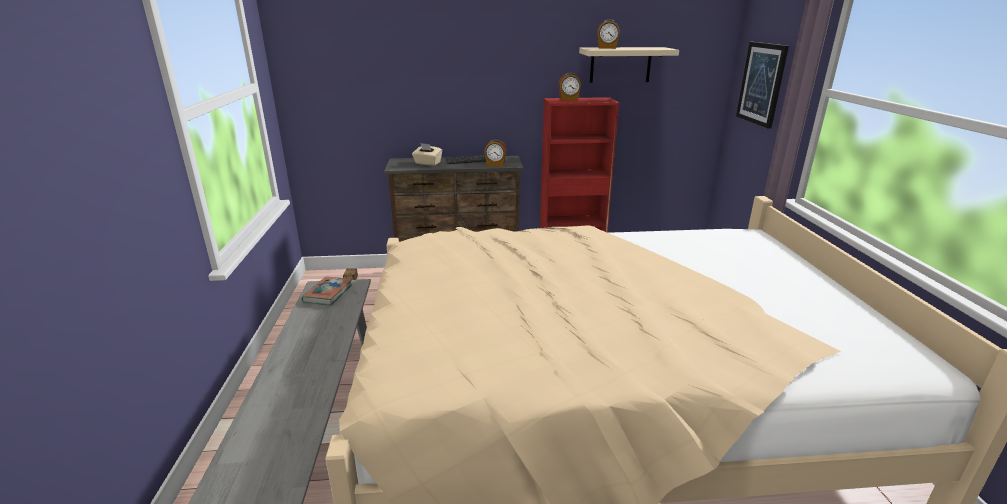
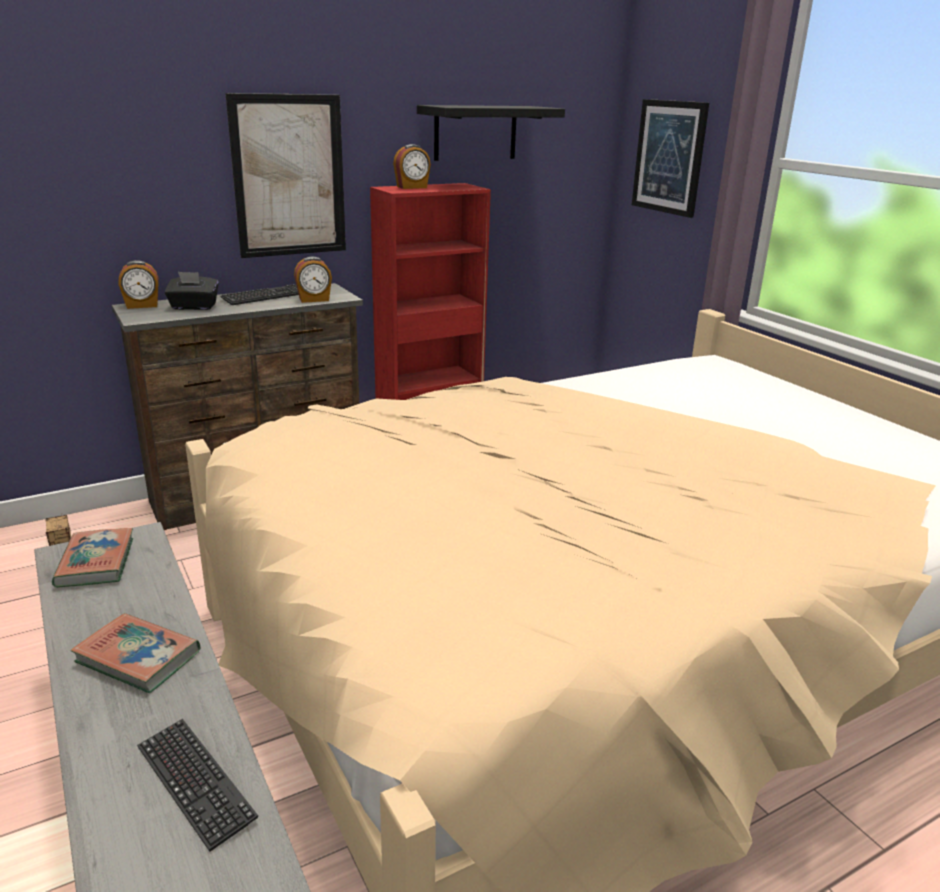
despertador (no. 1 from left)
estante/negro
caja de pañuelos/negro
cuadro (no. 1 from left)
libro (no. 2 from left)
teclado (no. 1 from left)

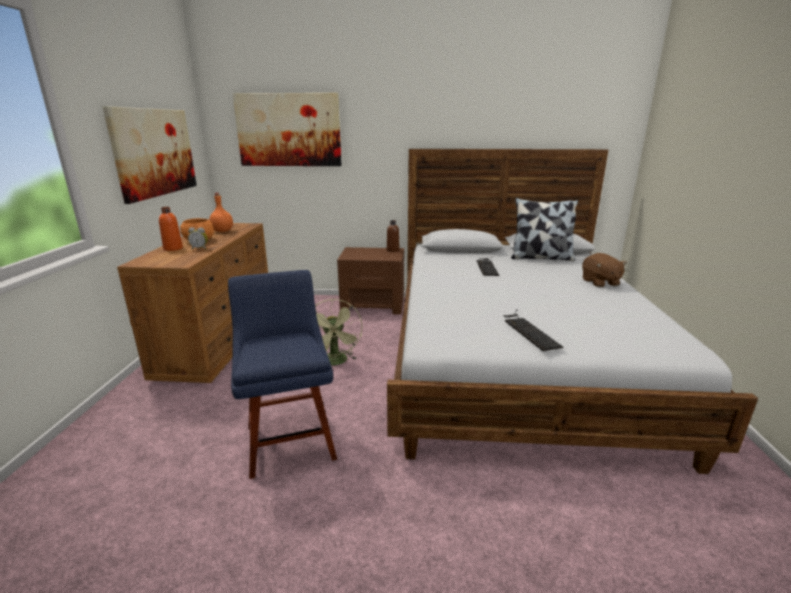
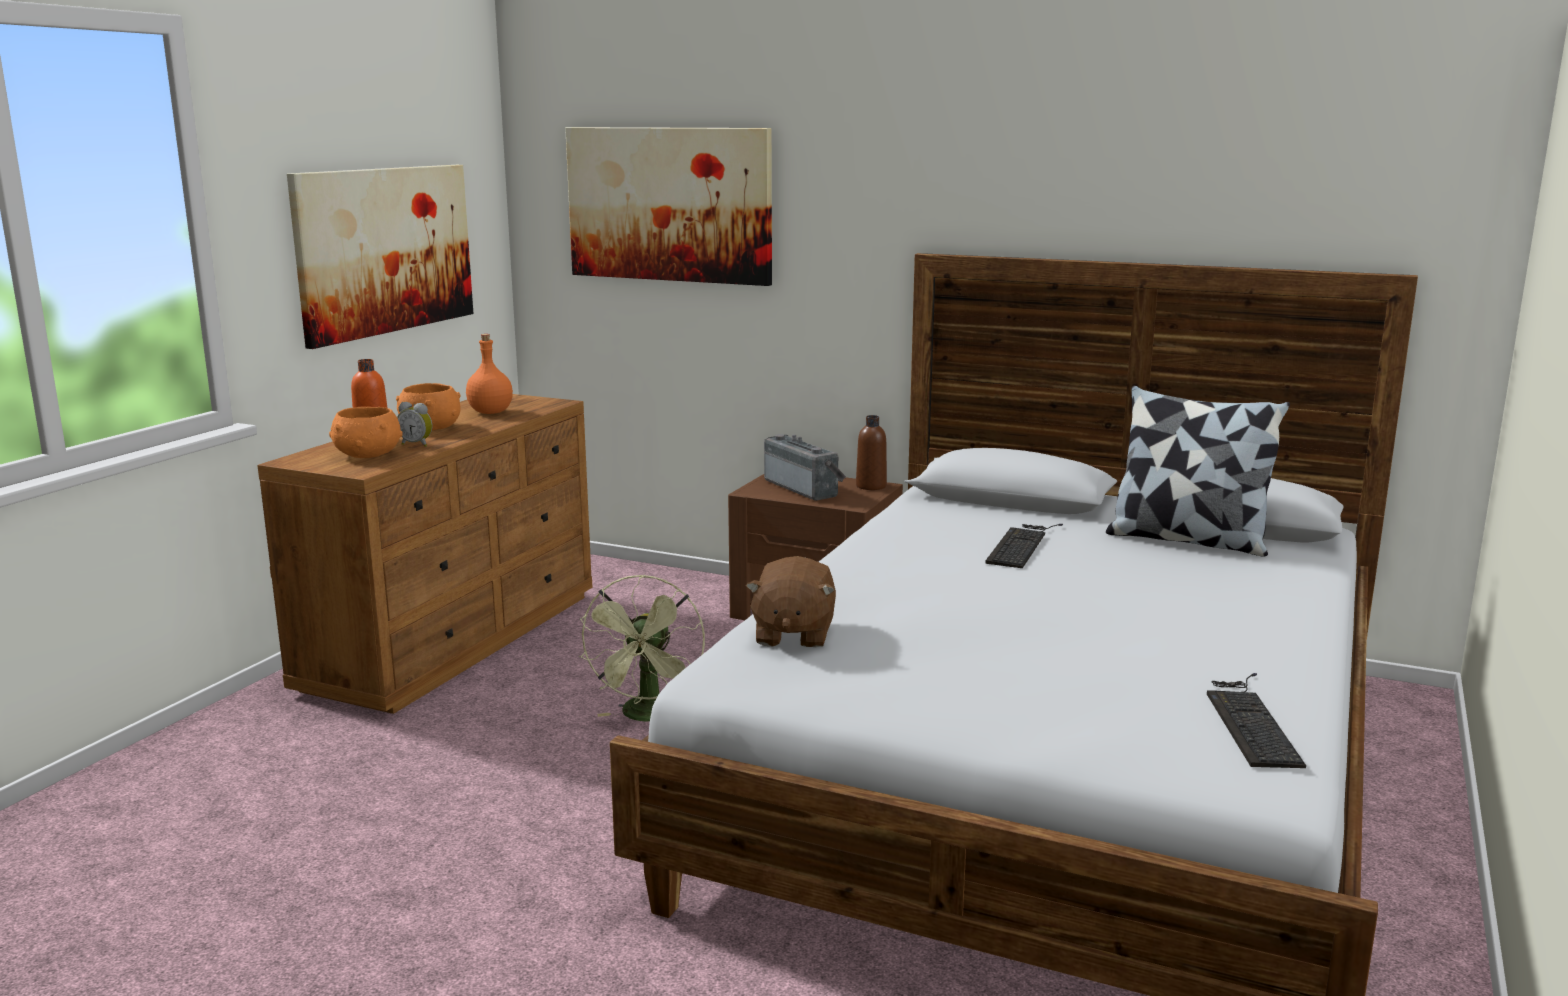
peluche/marrón
silla/azul
teclado (no. 2 from left)
cuenco/naranja (no. 1 from left)
radio

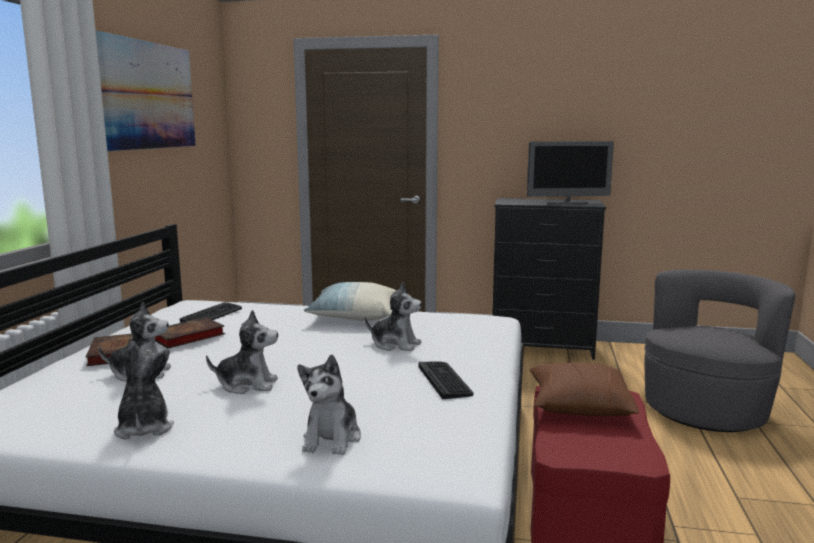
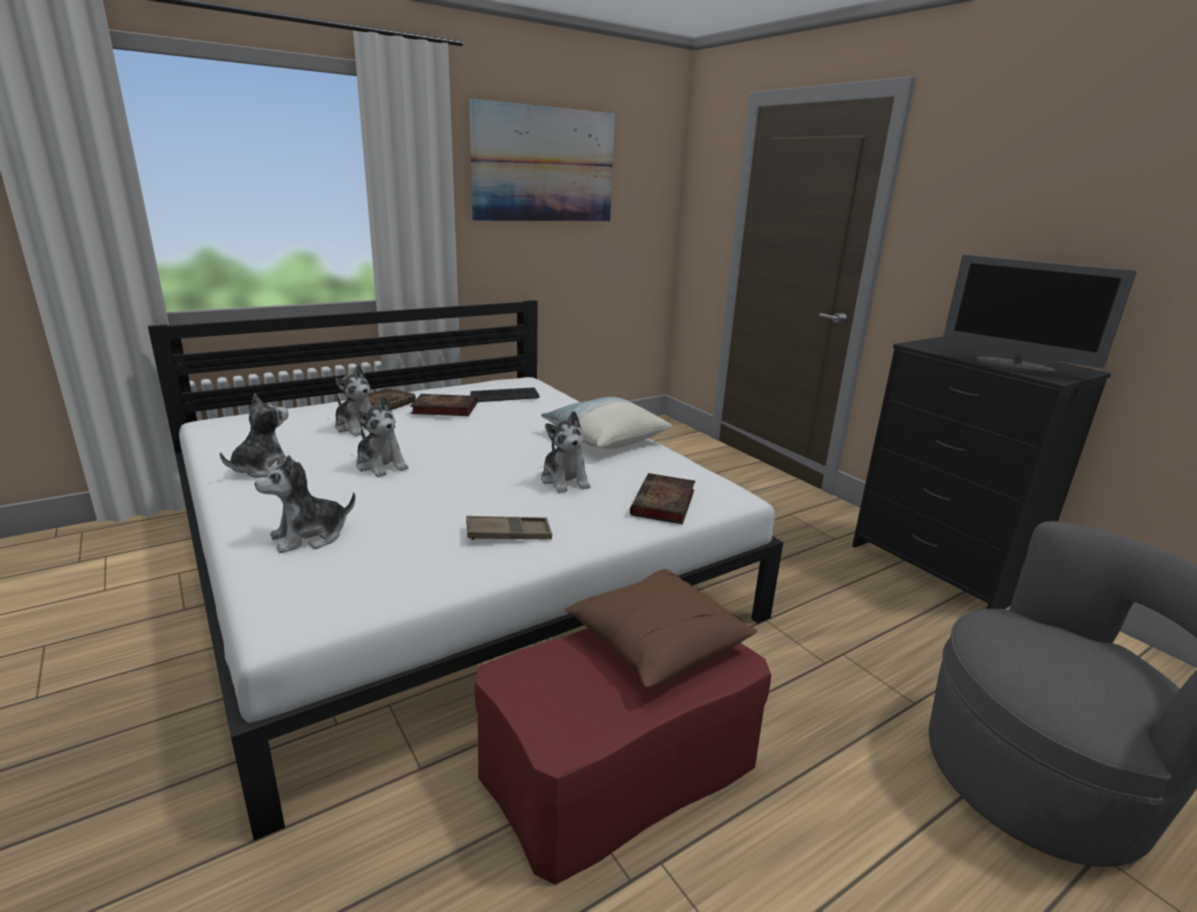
bandeja/marrón
libro (no. 3 from left)

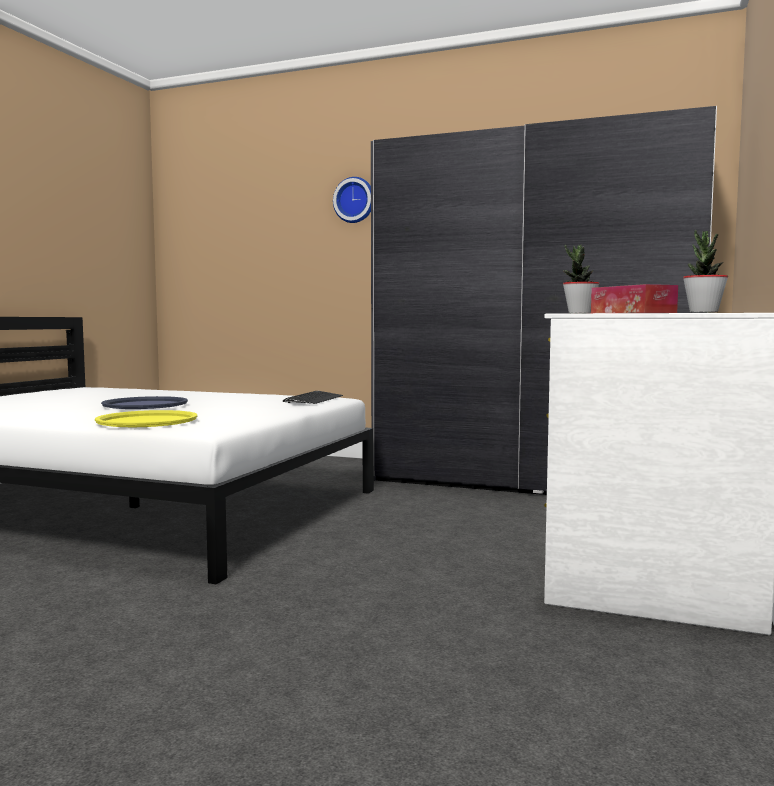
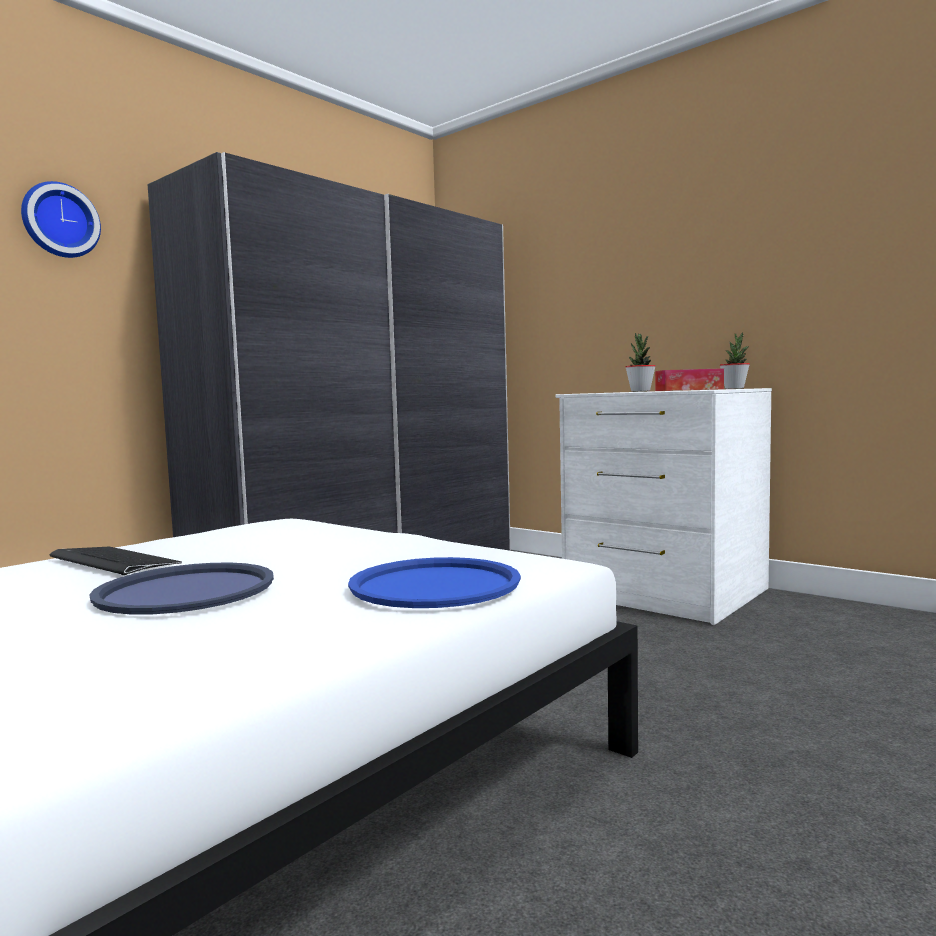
teclado
bandeja/azul (no. 2 from left)

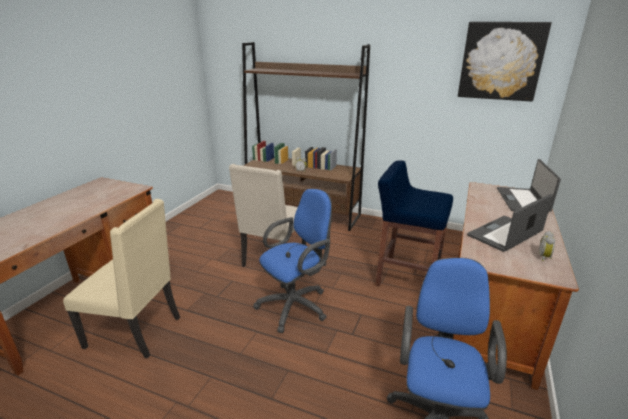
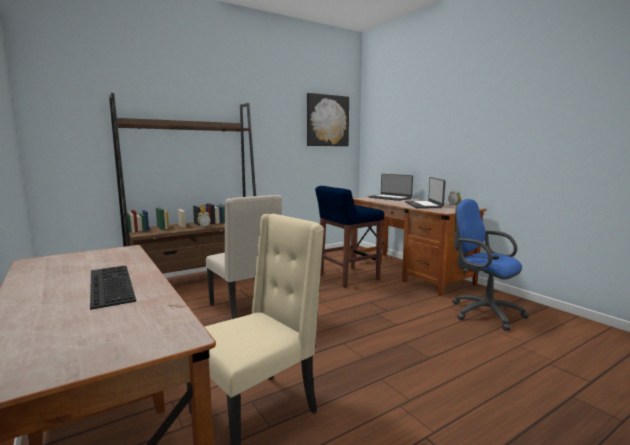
silla de oficina/azul (no. 1 from left in the first image)
teclado

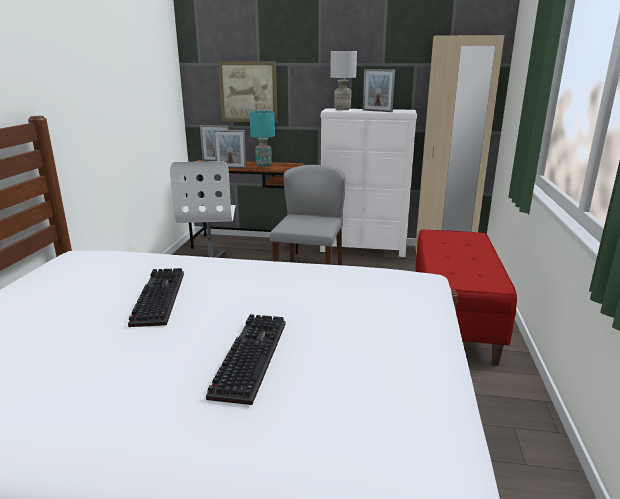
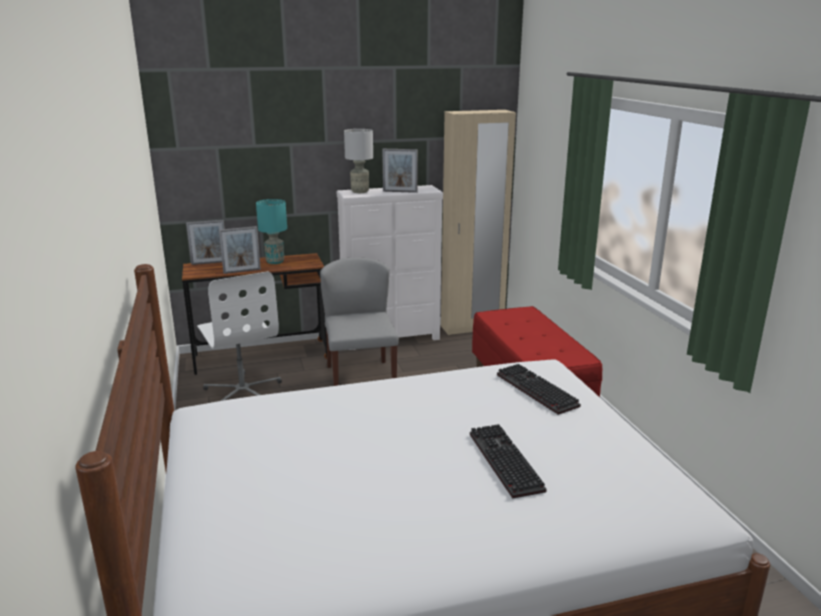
cuadro
teclado (no. 2 from left)

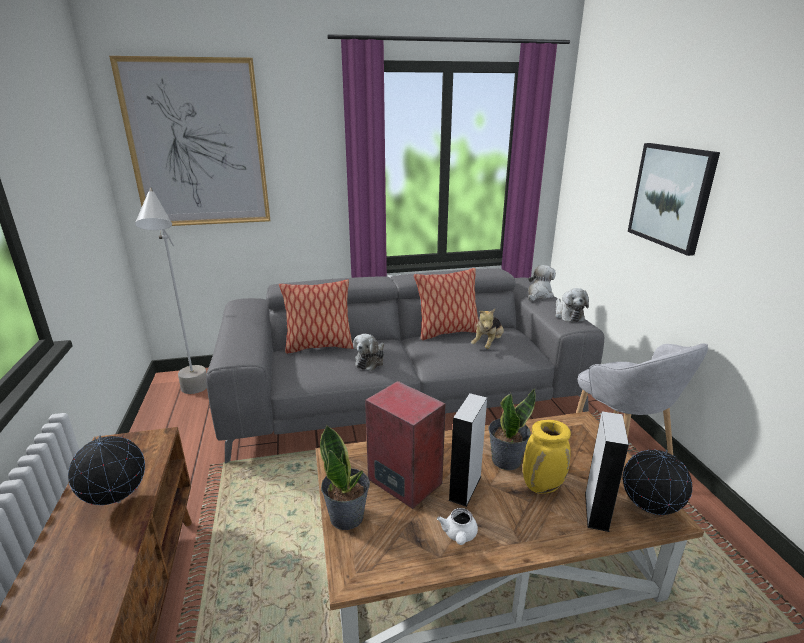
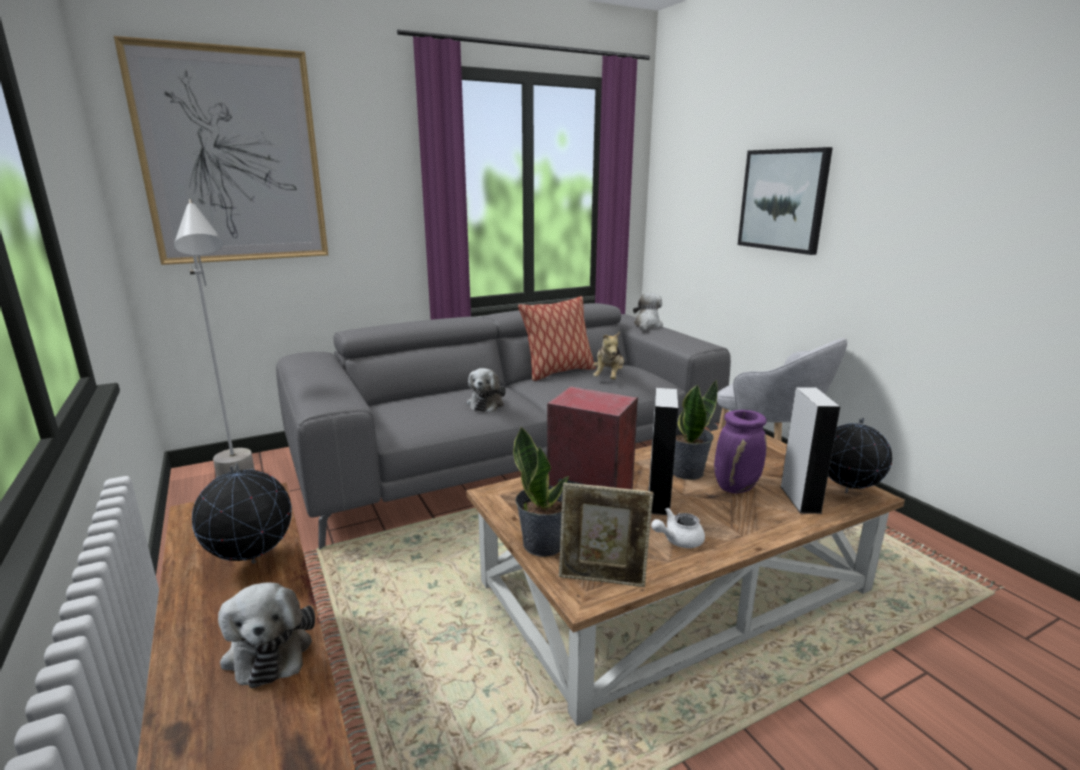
cojín (no. 1 from left in the first image)
peluche (no. 1 from left)
florero/morado
tetera/blanco
portarretratos

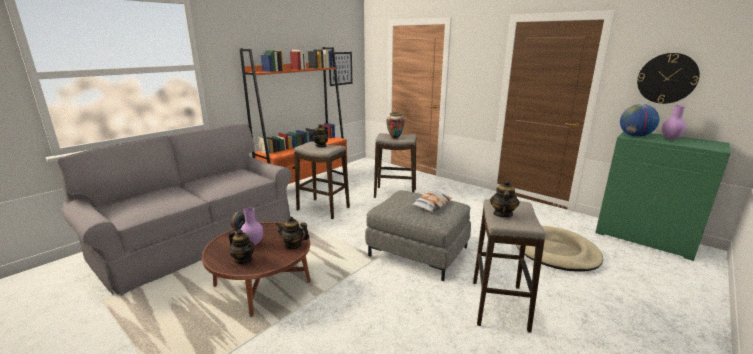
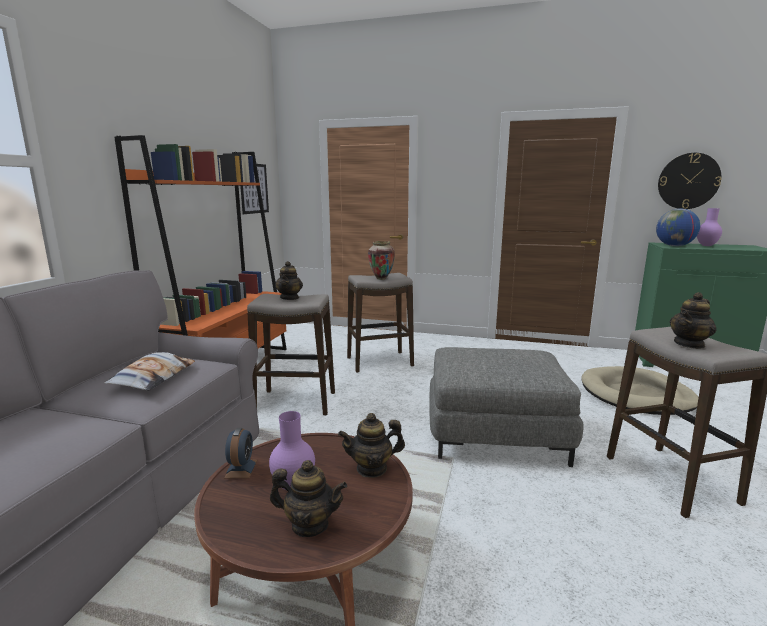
tetera (no. 4 from left)
cojín

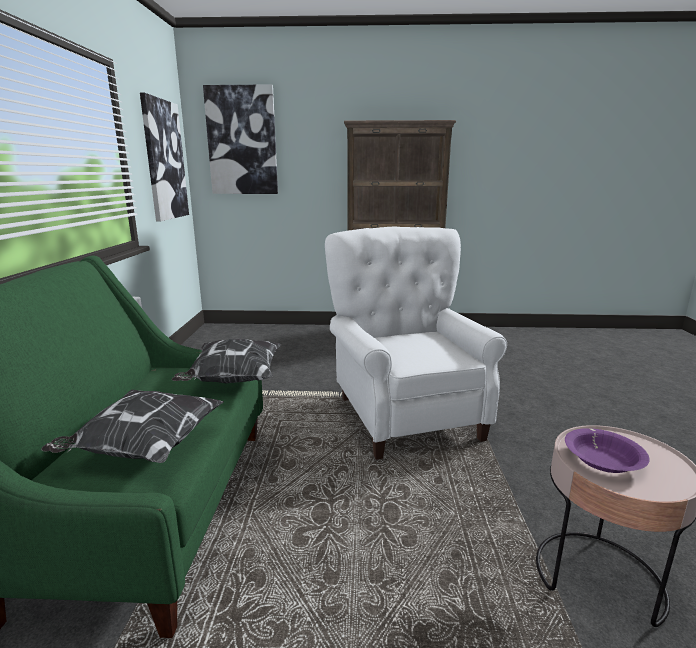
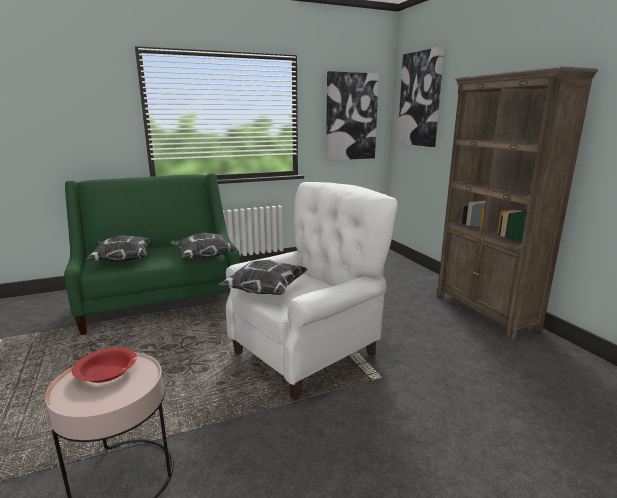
cuenco/rojo
cojín (no. 3 from left)

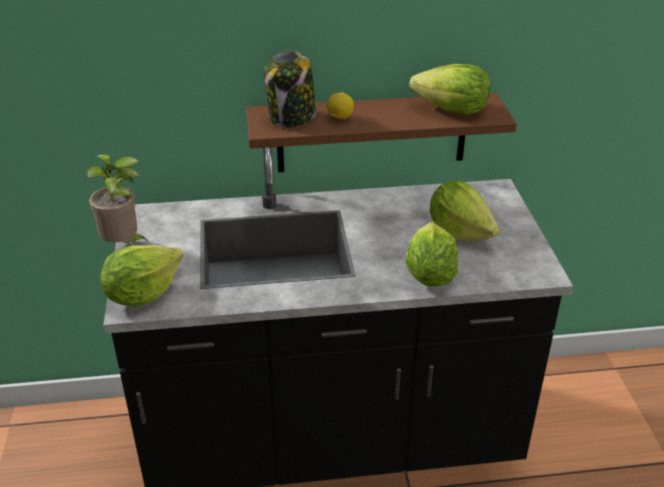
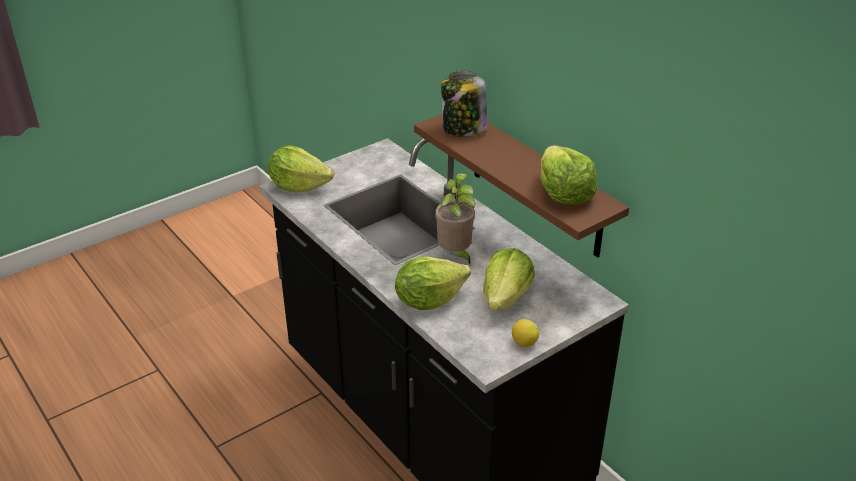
limón
planta en maceta

